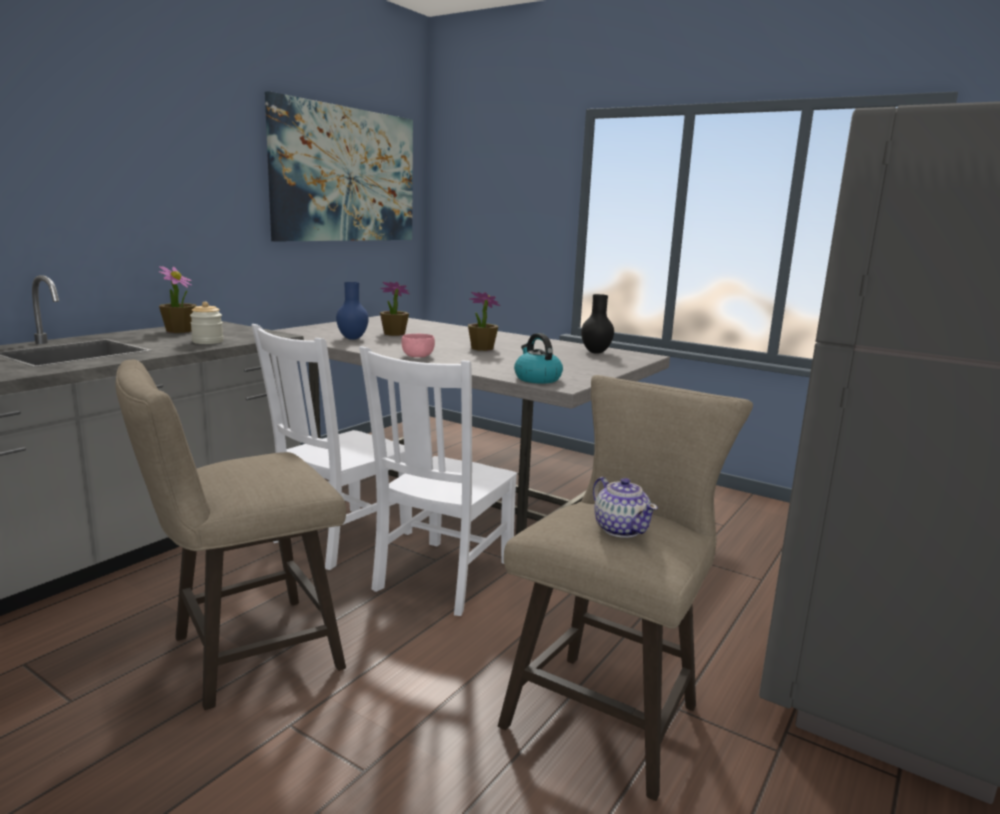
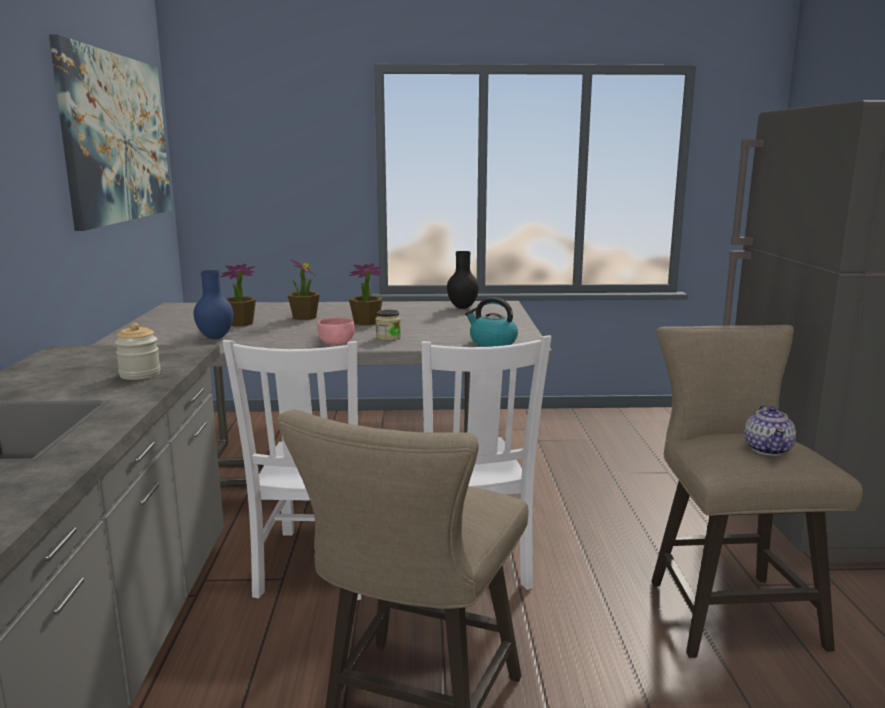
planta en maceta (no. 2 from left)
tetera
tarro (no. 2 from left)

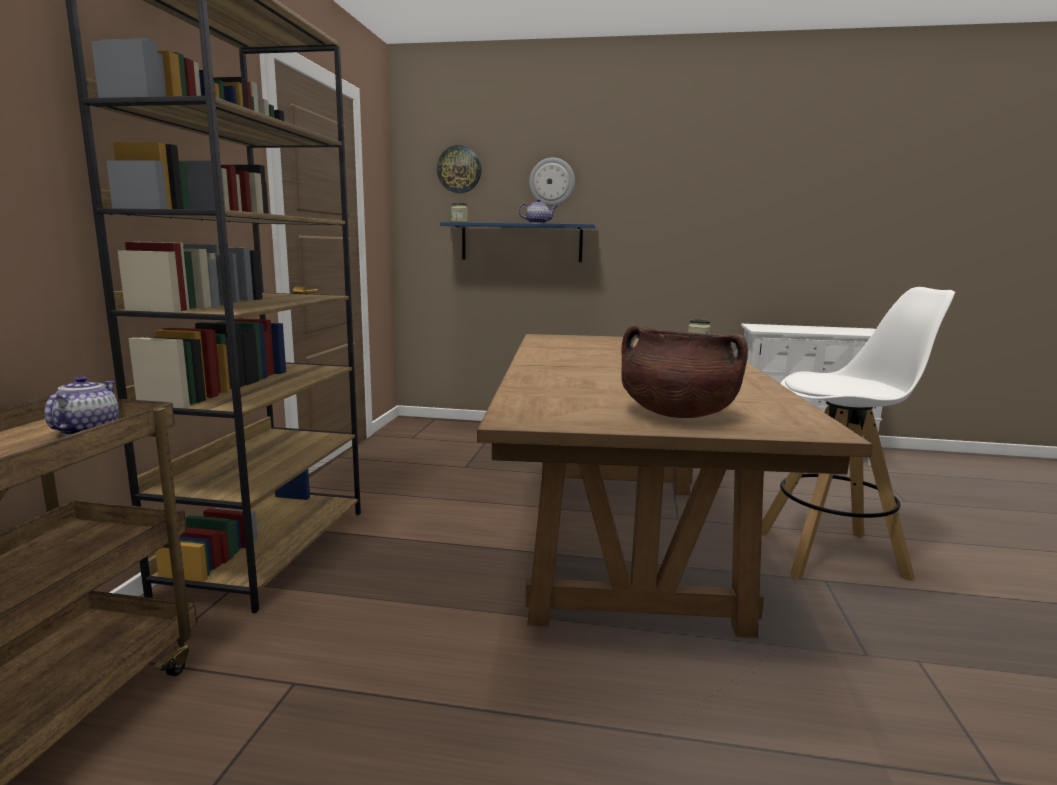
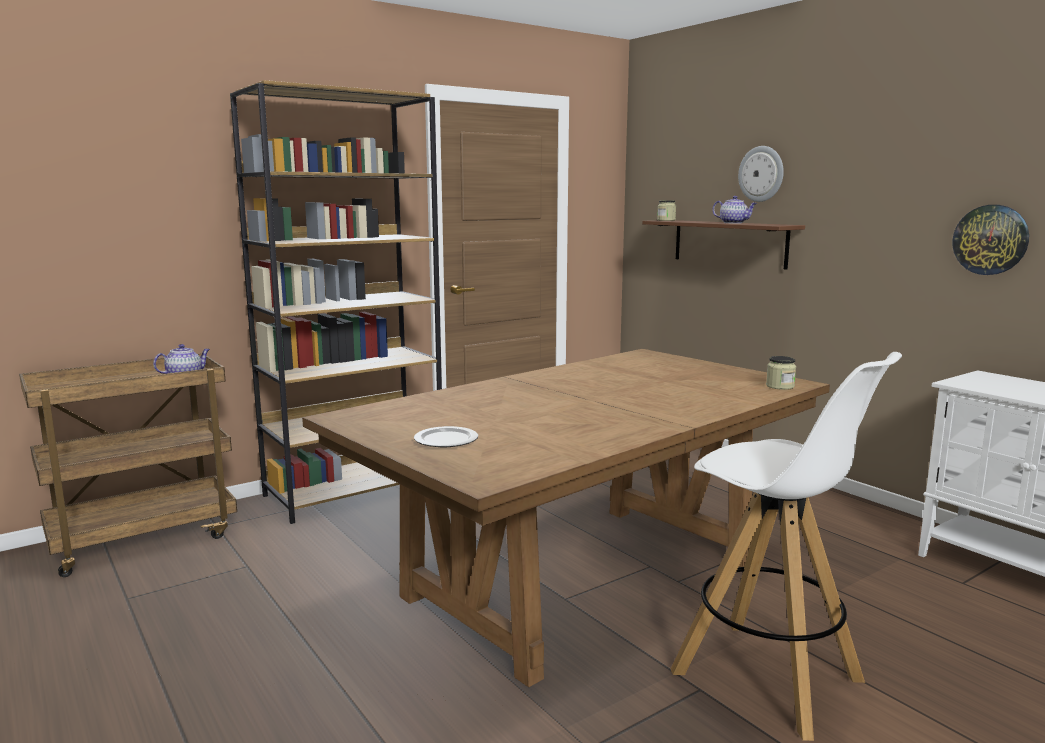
reloj de pared (no. 2 from left)
estante/marrón
plato

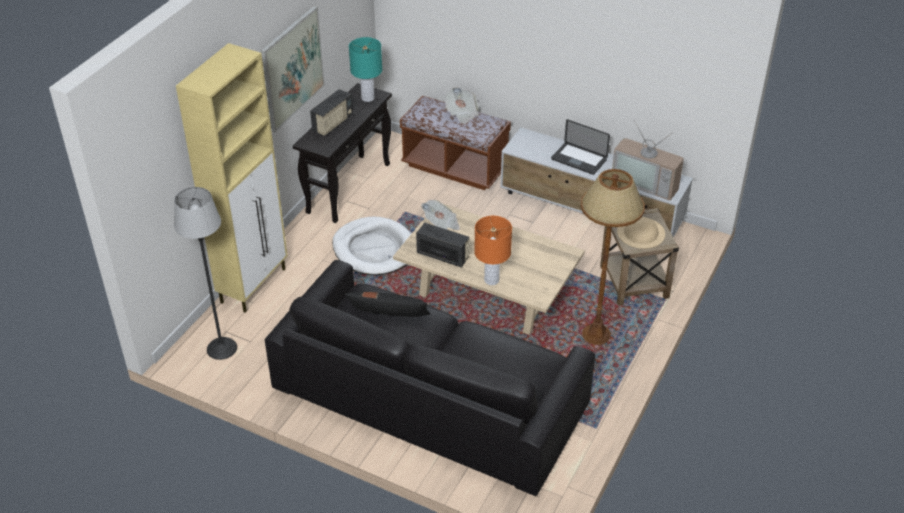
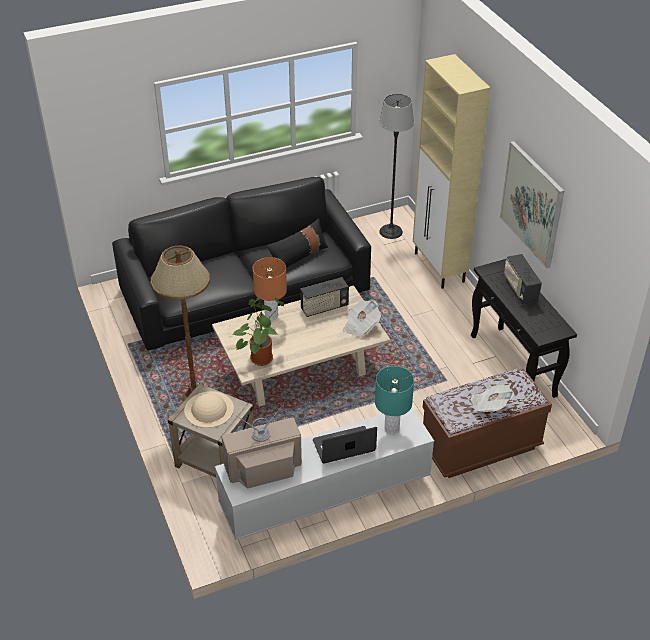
lámpara de mesa/turquesa
cama para perro/blanco
planta en maceta

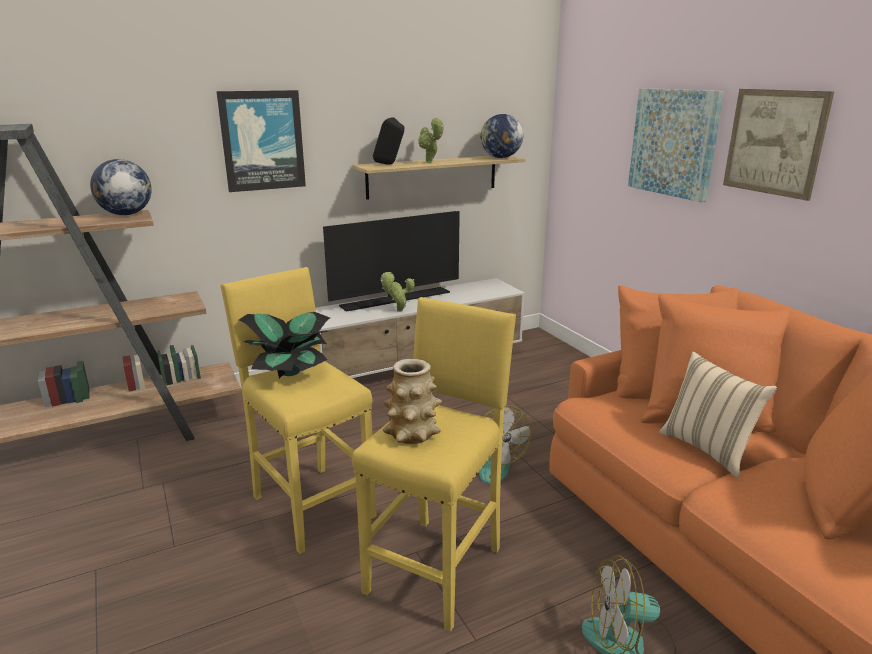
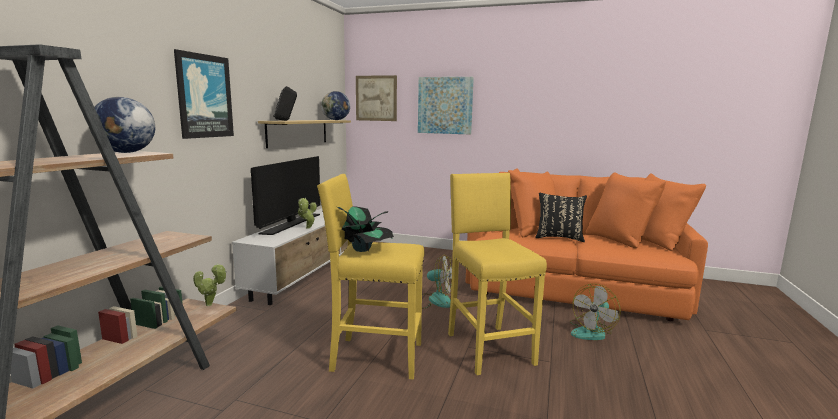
cuadro (no. 2 from left)
planta en maceta (no. 1 from left)
cojín/negro
florero

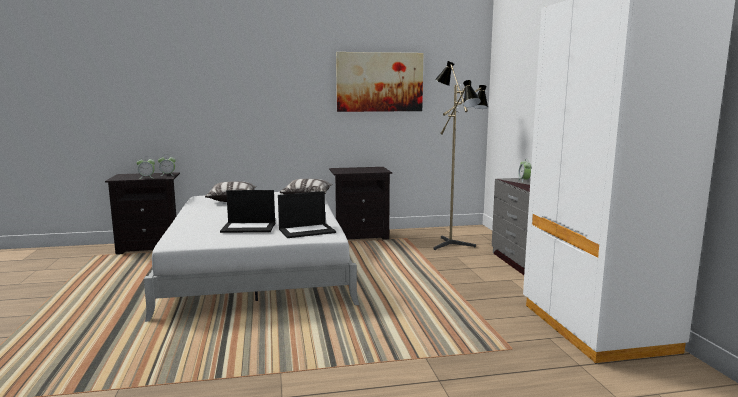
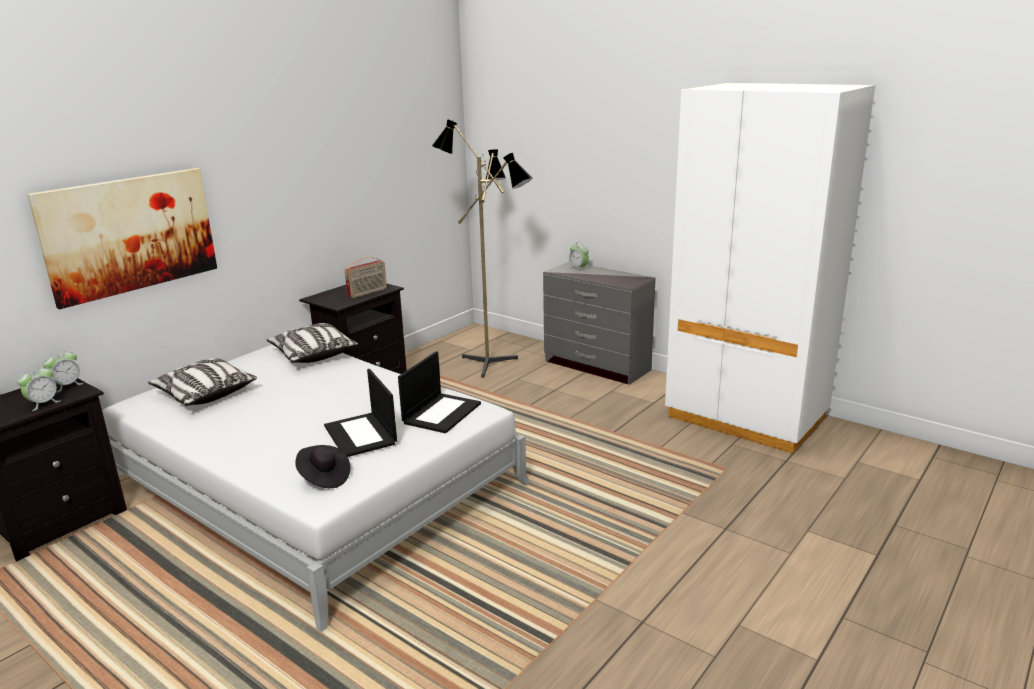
cuadro
portátil (no. 1 from left)
radio
sombrero/negro

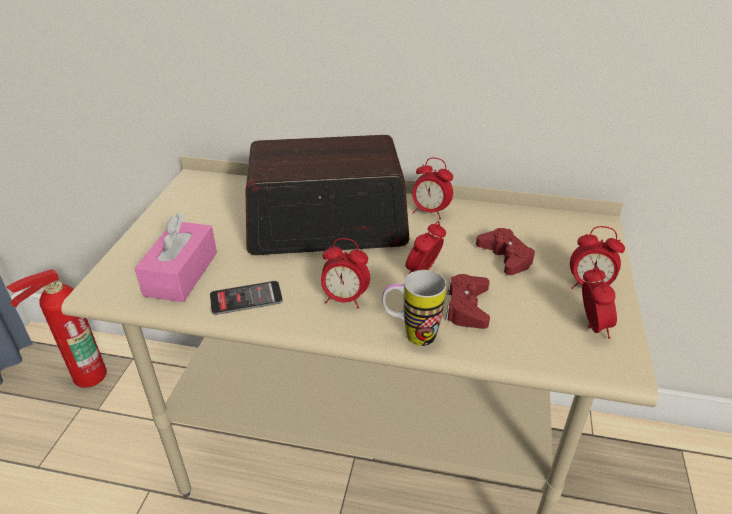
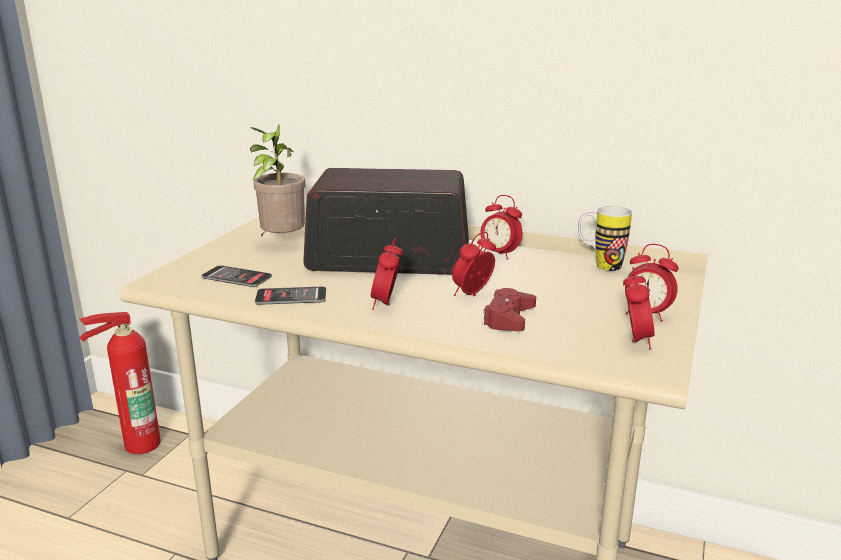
móvil (no. 1 from left)
mando de consola/rojo (no. 2 from left in the first image)
despertador (no. 1 from left)
taza grande
planta en maceta

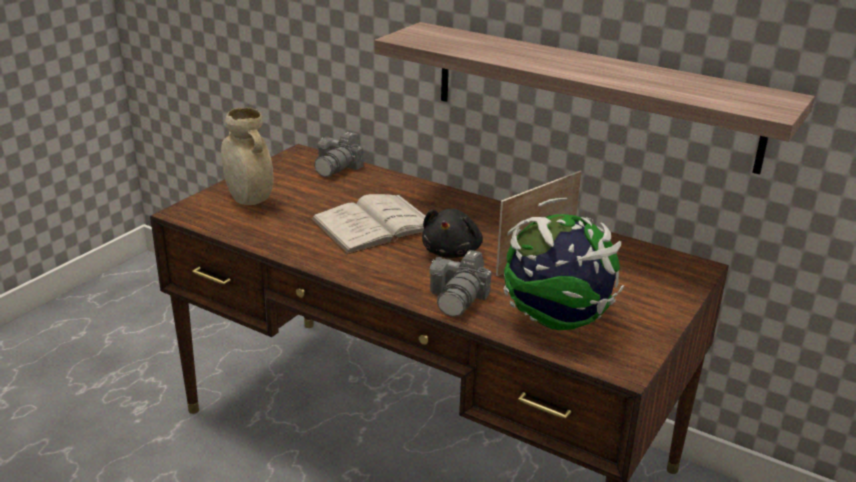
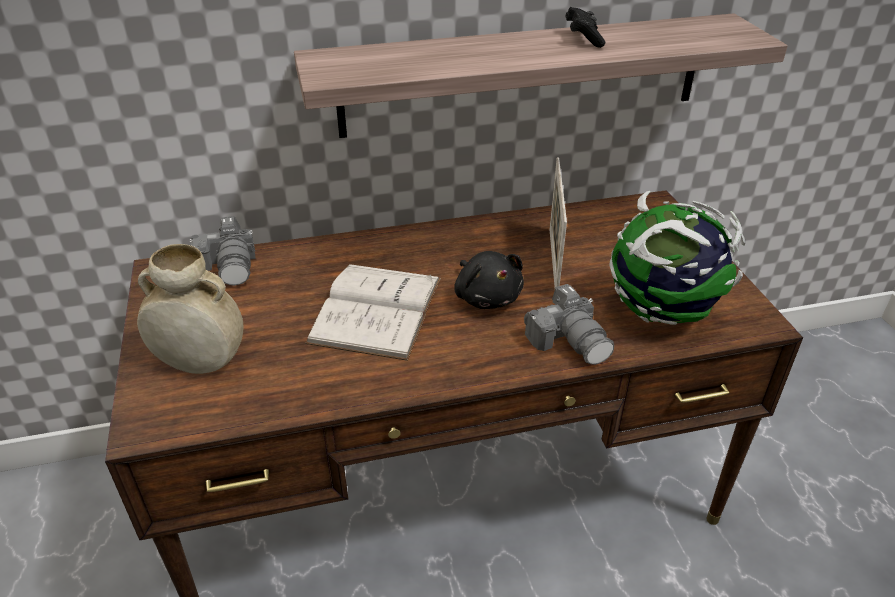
mando de consola/negro

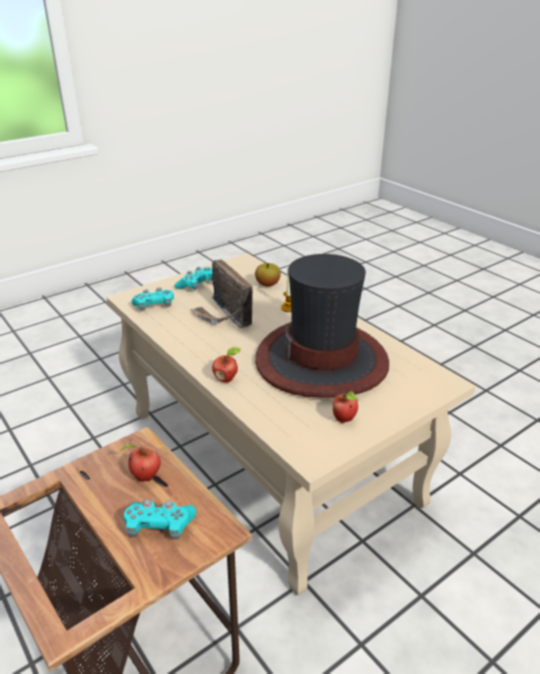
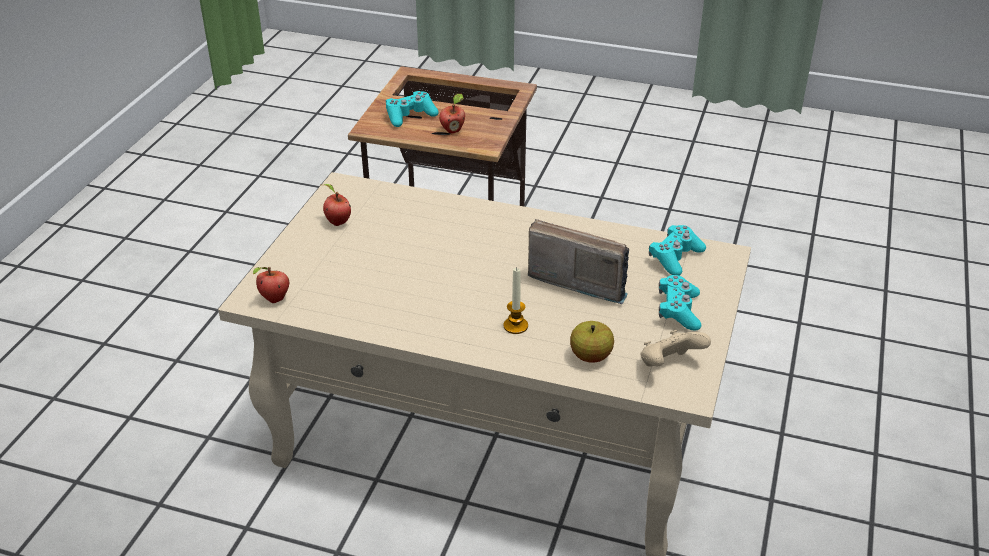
sombrero
manzana (no. 1 from left)
mando de consola/beis

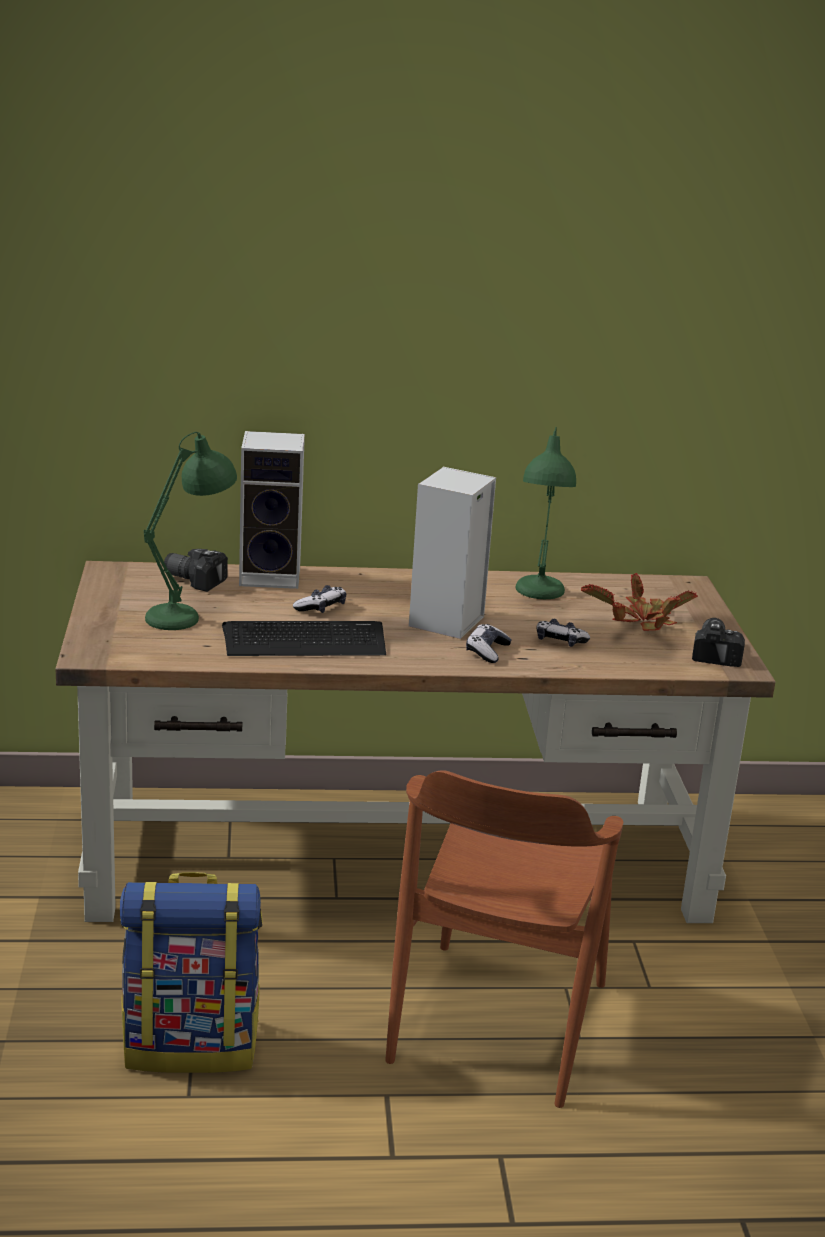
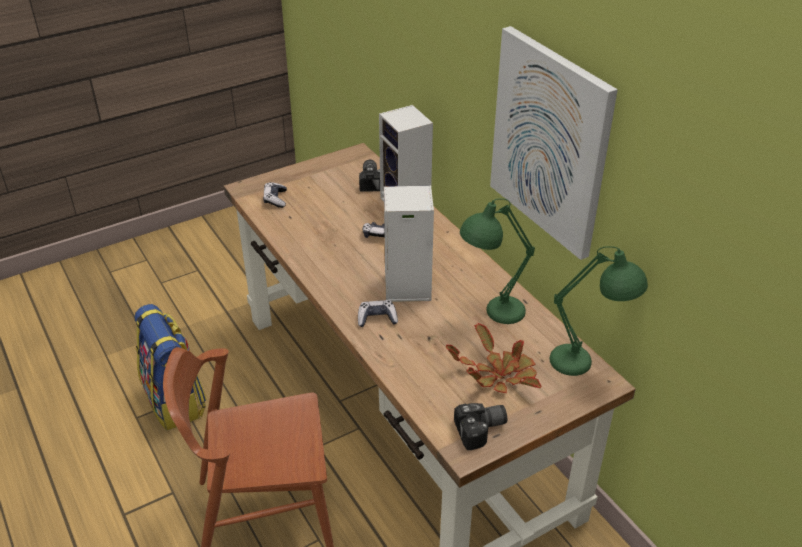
lámpara de mesa/verde (no. 2 from left)
mando de consola (no. 1 from left)
teclado
cuadro

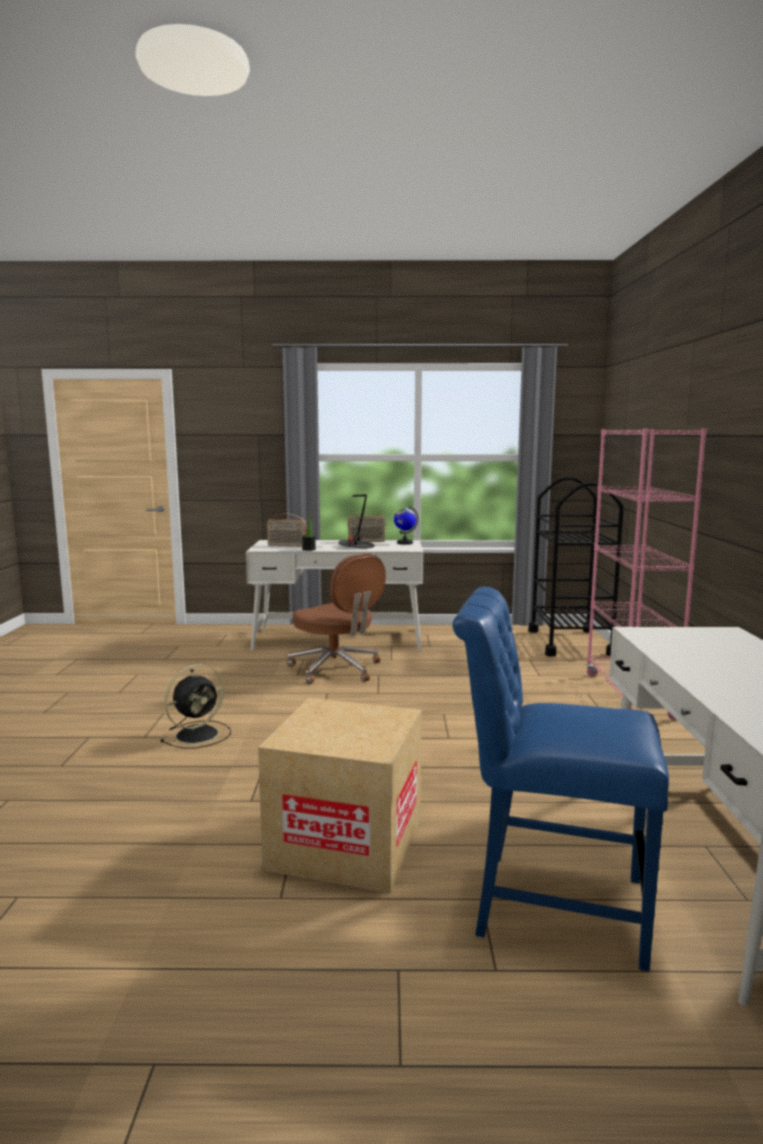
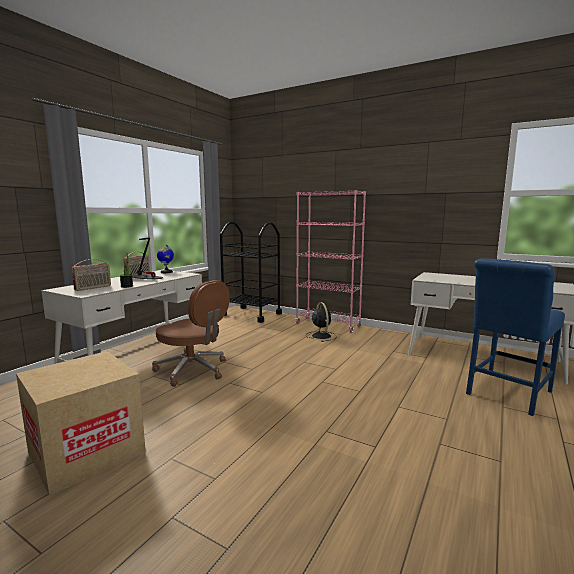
silla de oficina/marrón
ventilador/negro
caja de cartón

